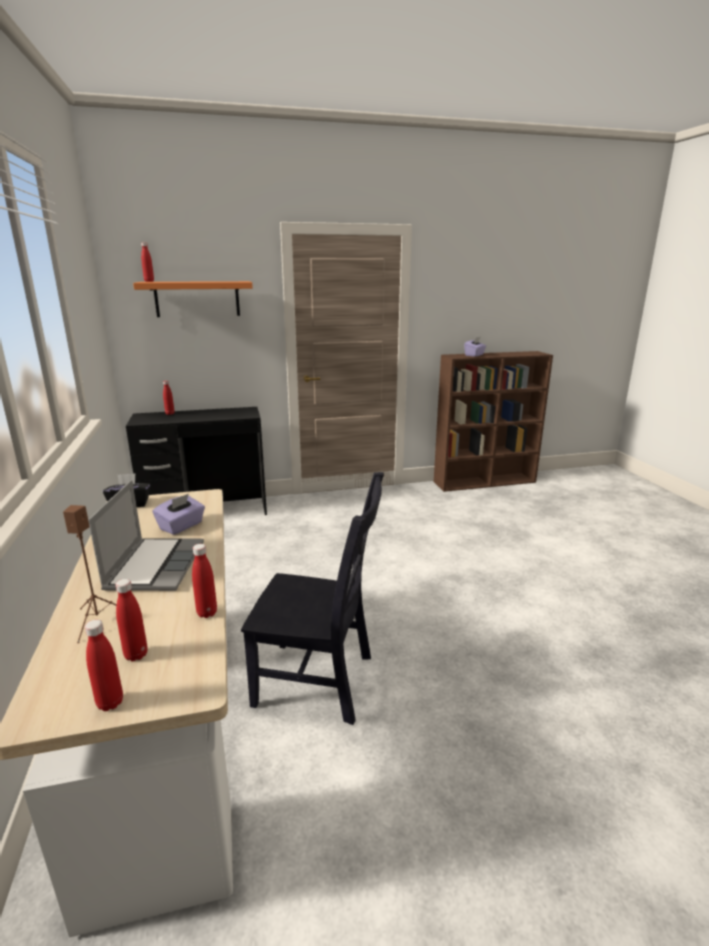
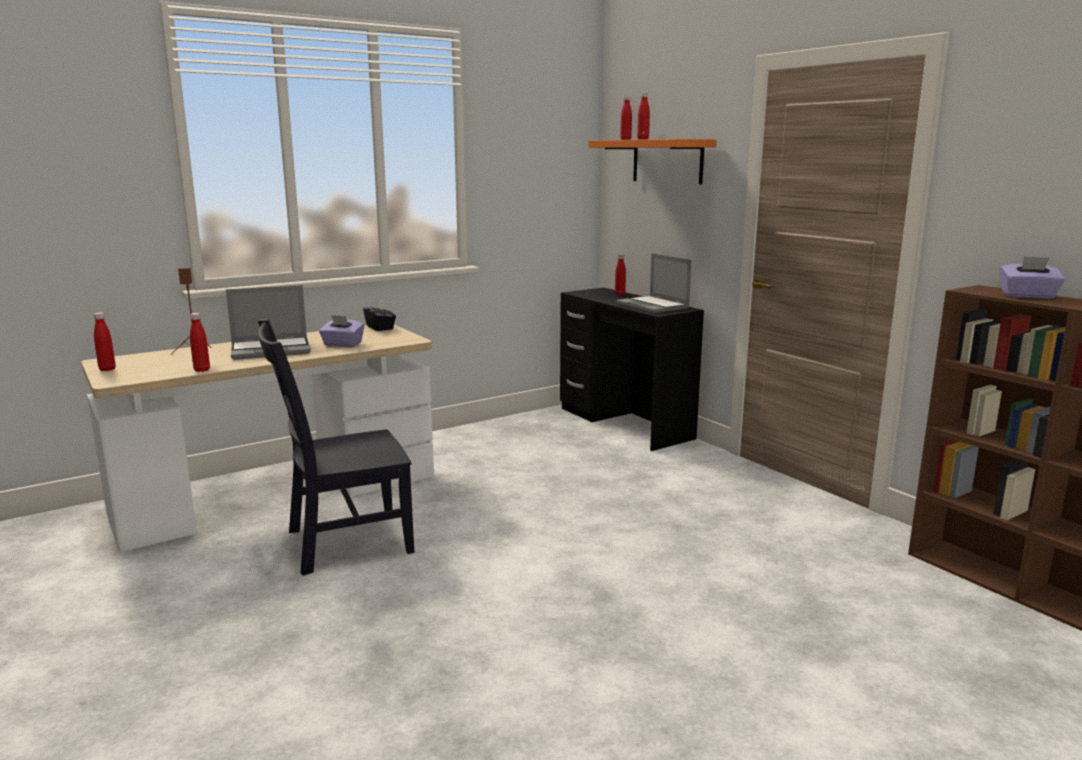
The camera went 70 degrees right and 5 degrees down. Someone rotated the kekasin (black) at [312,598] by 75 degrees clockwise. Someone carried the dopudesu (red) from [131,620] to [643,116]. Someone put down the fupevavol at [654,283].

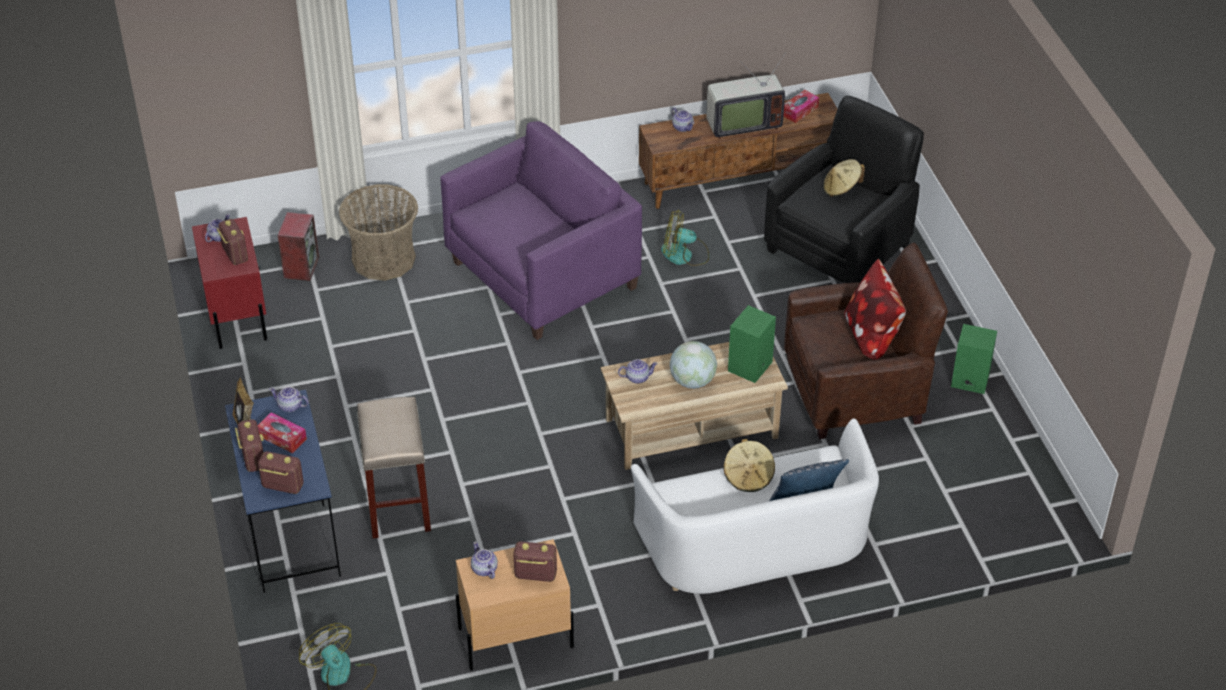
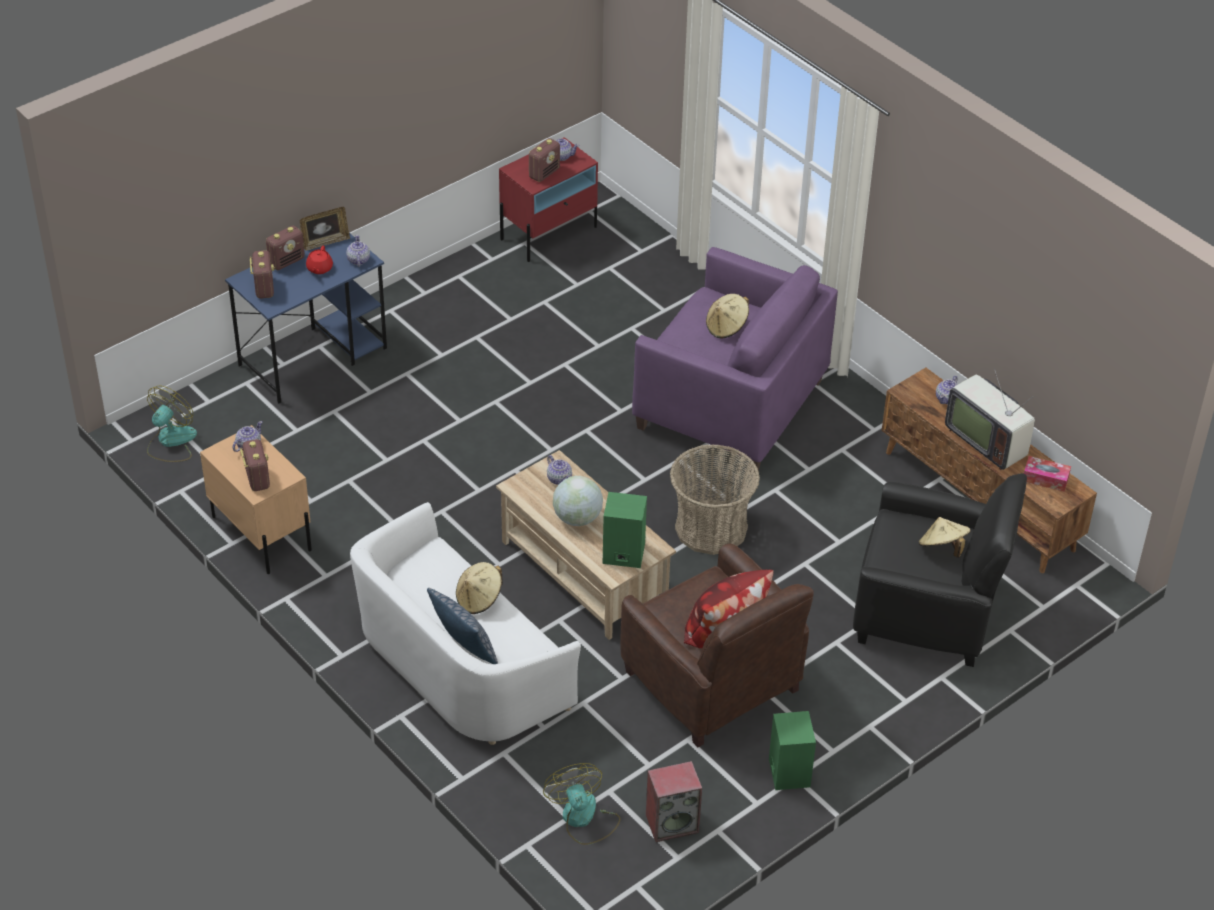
The camera went 65 degrees right and 0 degrees up. Someone carried the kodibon from [378,232] to [715,499]. Someone carried the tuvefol from [685,238] to [582,804]. Someone carried the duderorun from [298,246] to [674,801]. Someone took away the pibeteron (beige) at [394,468]. Someone swapped the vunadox at [282,432] for the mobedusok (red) at [319,260]. Someone put down the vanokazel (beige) at [727,316].

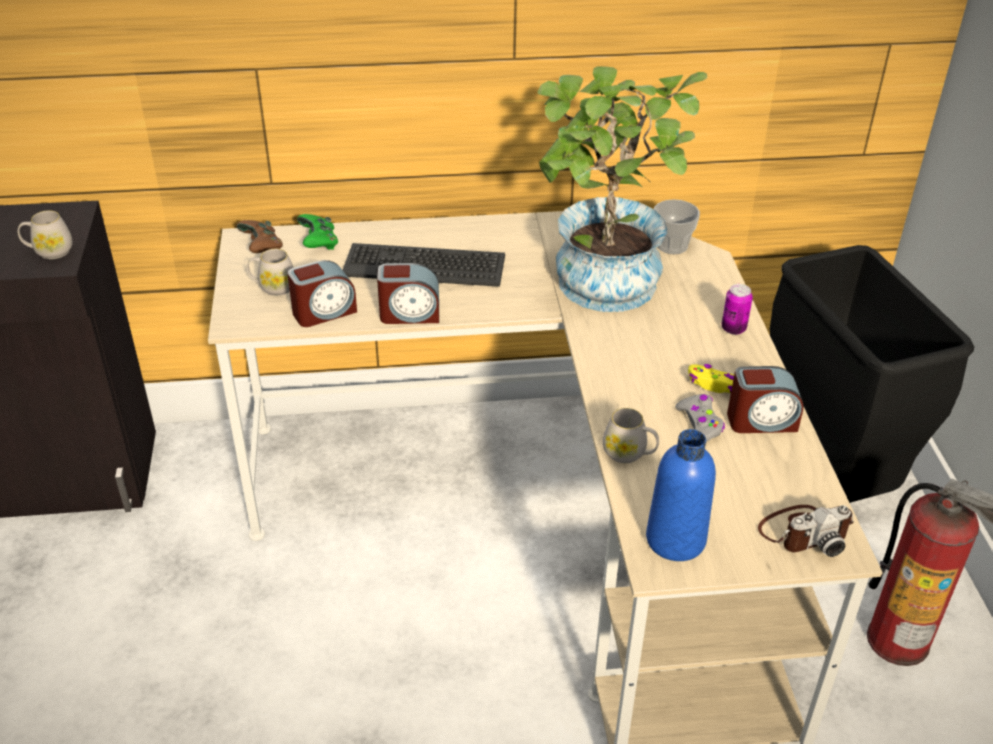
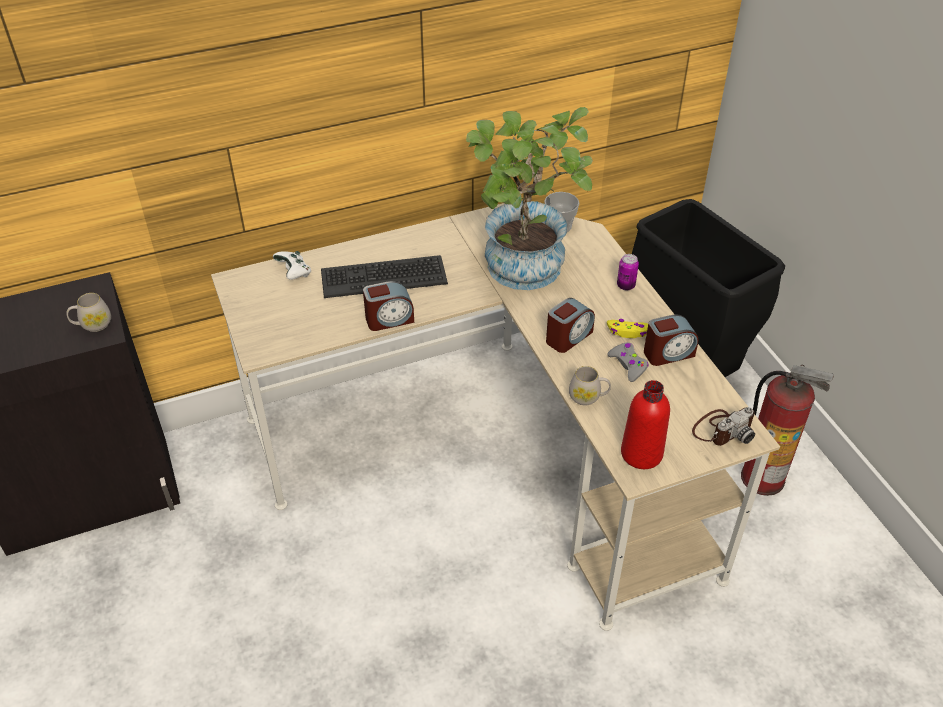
The camera went 15 degrees left and 5 degrees up. Someone repainted the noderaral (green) at [317,232], which became the noderaral (white) at [292,265]. Someone took away the noderaral (brown) at [259,236]. Someone took away the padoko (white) at [270,272]. Someone carried the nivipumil from [322,293] to [570,325]. Someone repainted the dopudesu (blue) at [681,495], which became the dopudesu (red) at [645,424].

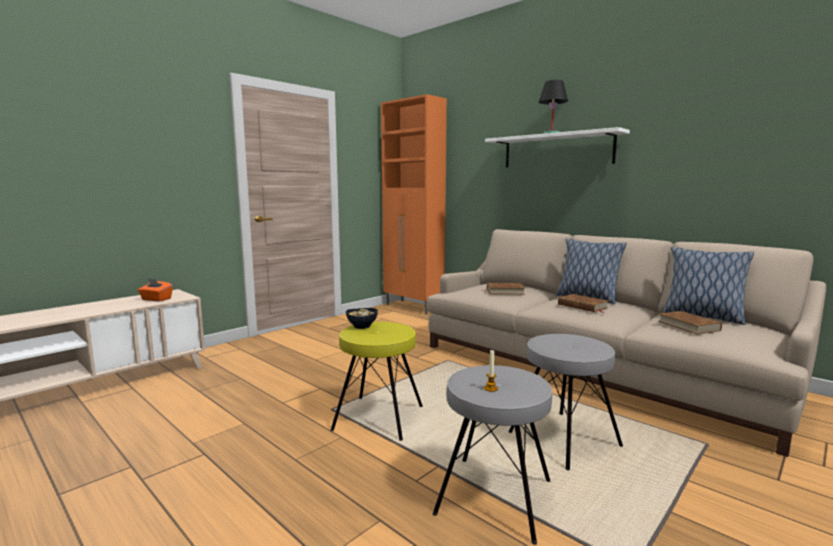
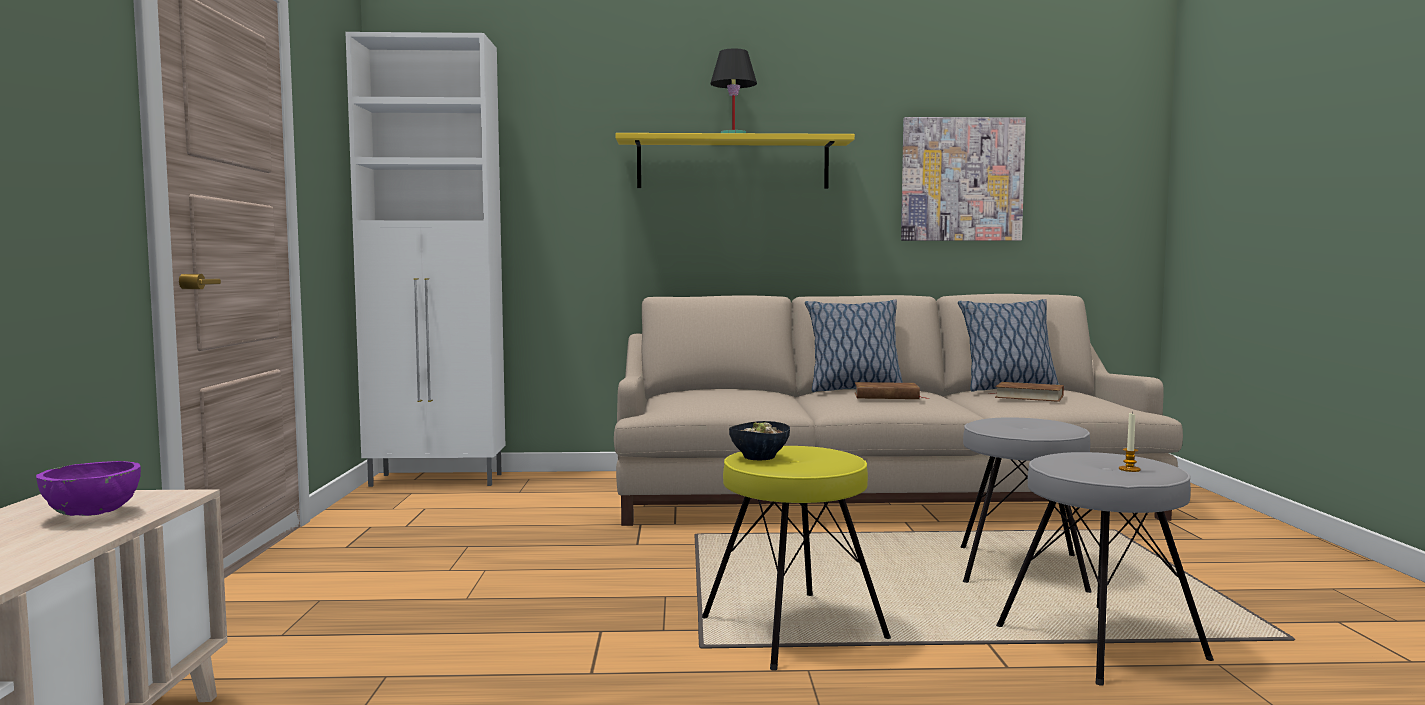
The camera went 45 degrees left and 5 degrees down. Someone repainted the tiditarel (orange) at [414,204], which became the tiditarel (white) at [425,259]. Someone repainted the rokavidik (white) at [557,147], which became the rokavidik (yellow) at [735,161]. Someone swapped the vunadox (orange) at [155,290] for the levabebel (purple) at [88,488]. Someone took away the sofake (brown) at [505,288]. Someone put up the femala at [963,179].

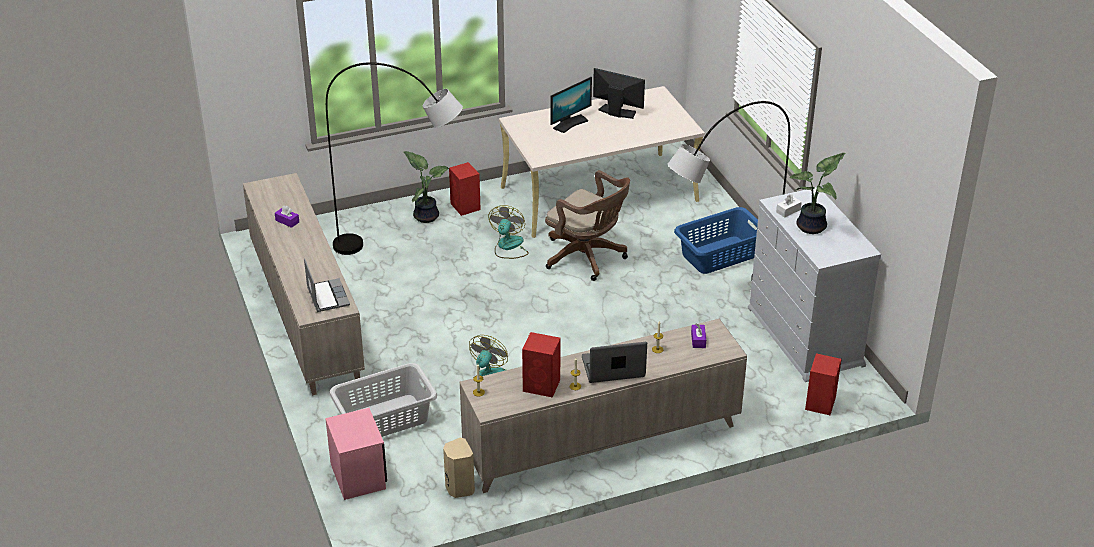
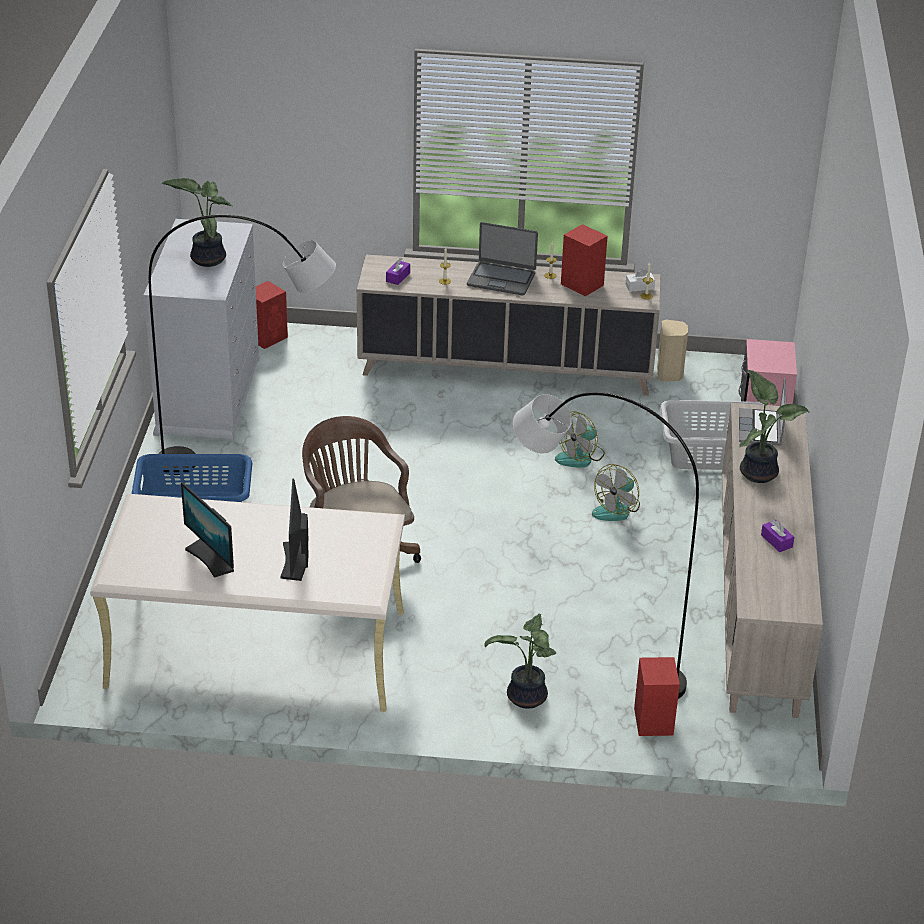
The camera went 155 degrees left and 0 degrees up. Someone rotated the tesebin at [571,105] by 75 degrees counterclockwise. Someone carried the duderorun (red) from [465,189] to [657,696]. Someone carried the vunadox (white) from [789,206] to [640,280]. Someone carried the tuvefol from [508,232] to [616,492]. Someone put down the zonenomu at [774,426].

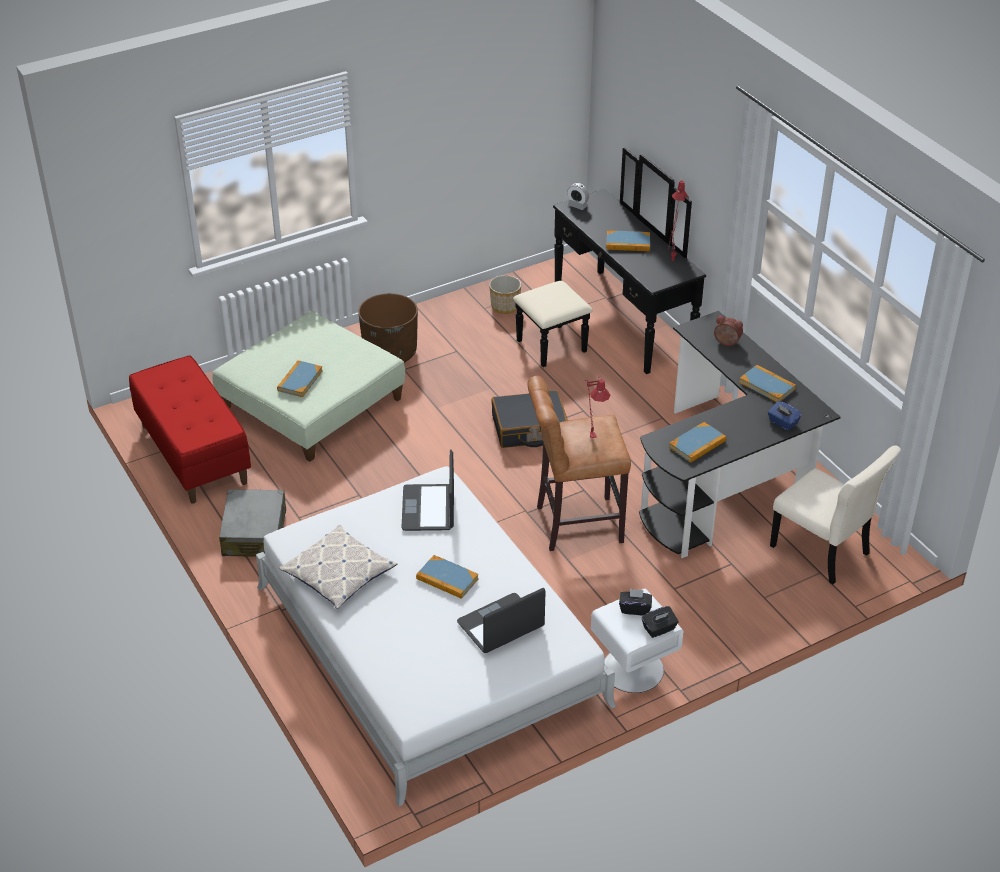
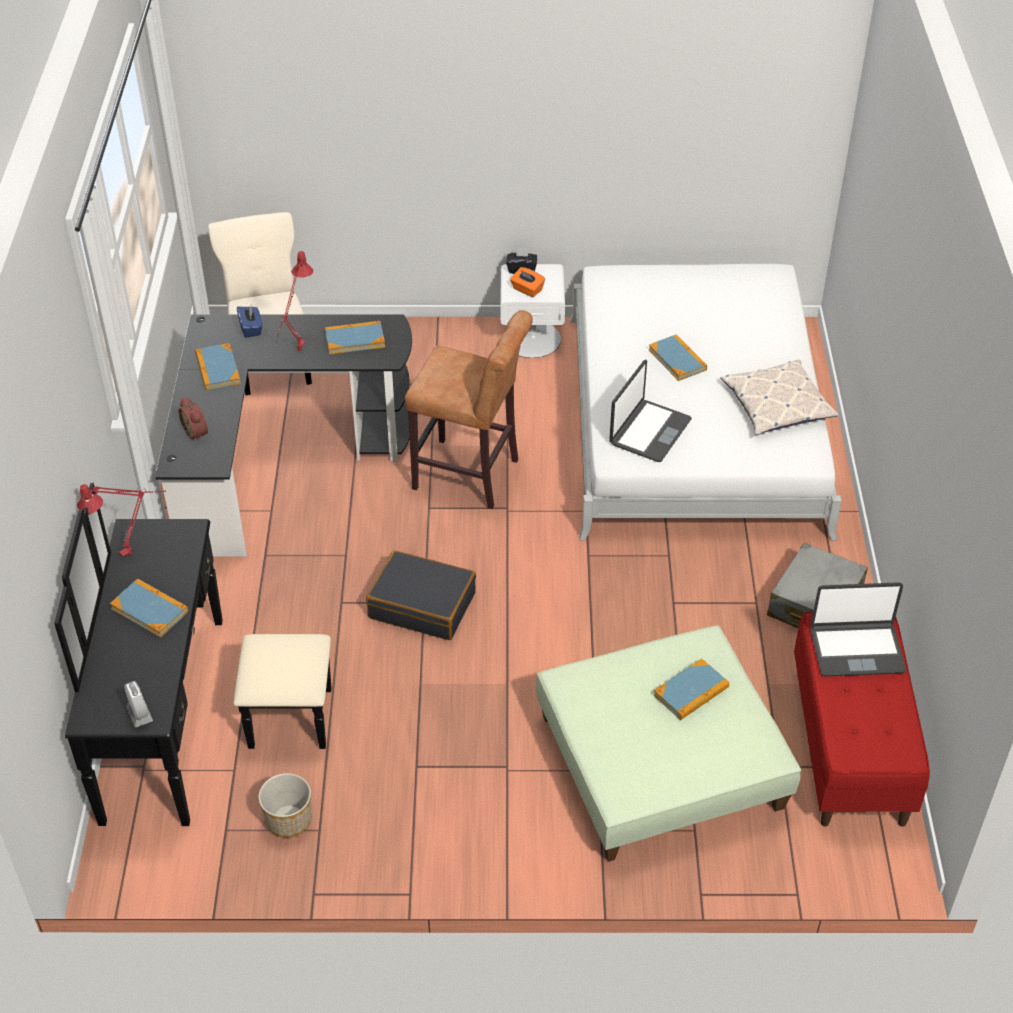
The camera went 150 degrees left and 5 degrees up. Someone took away the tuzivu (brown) at [388,328]. Someone carried the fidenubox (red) from [597,407] to [294,301]. Someone carried the fupevavol from [501,620] to [858,629]. Someone repainted the vunadox (black) at [635,602], which became the vunadox (orange) at [527,282].

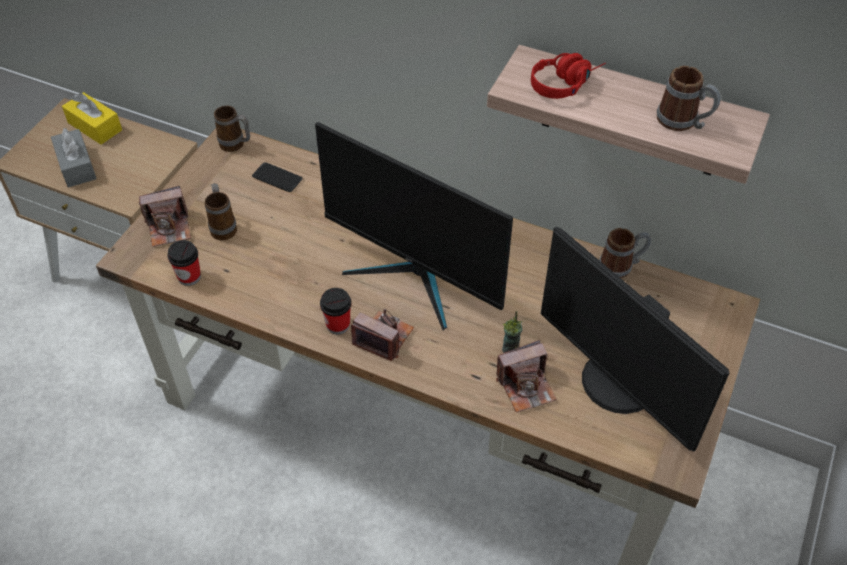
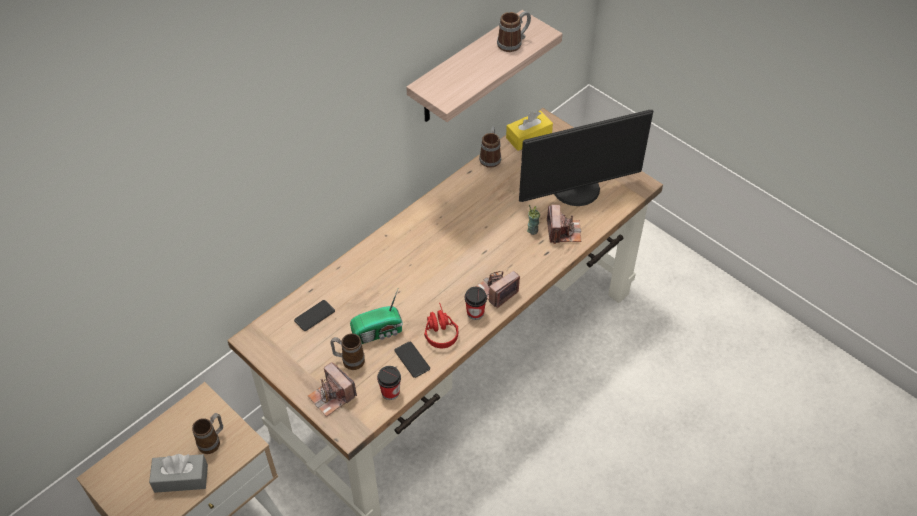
The camera went 70 degrees left and 0 degrees up. Someone carried the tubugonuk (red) from [568,76] to [441,325]. Someone carried the vunadox (yellow) from [92,118] to [529,131]. Someone carried the padoko from [232,129] to [207,433]. Someone took away the tesebin at [414,226]. Someone rotated the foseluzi at [165,216] by 135 degrees clockwise. Someone put down the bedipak at [376,316]. Someone put down the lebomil at [412,360].

